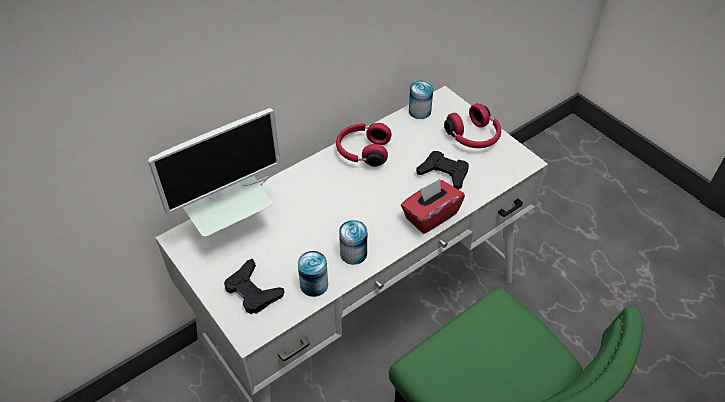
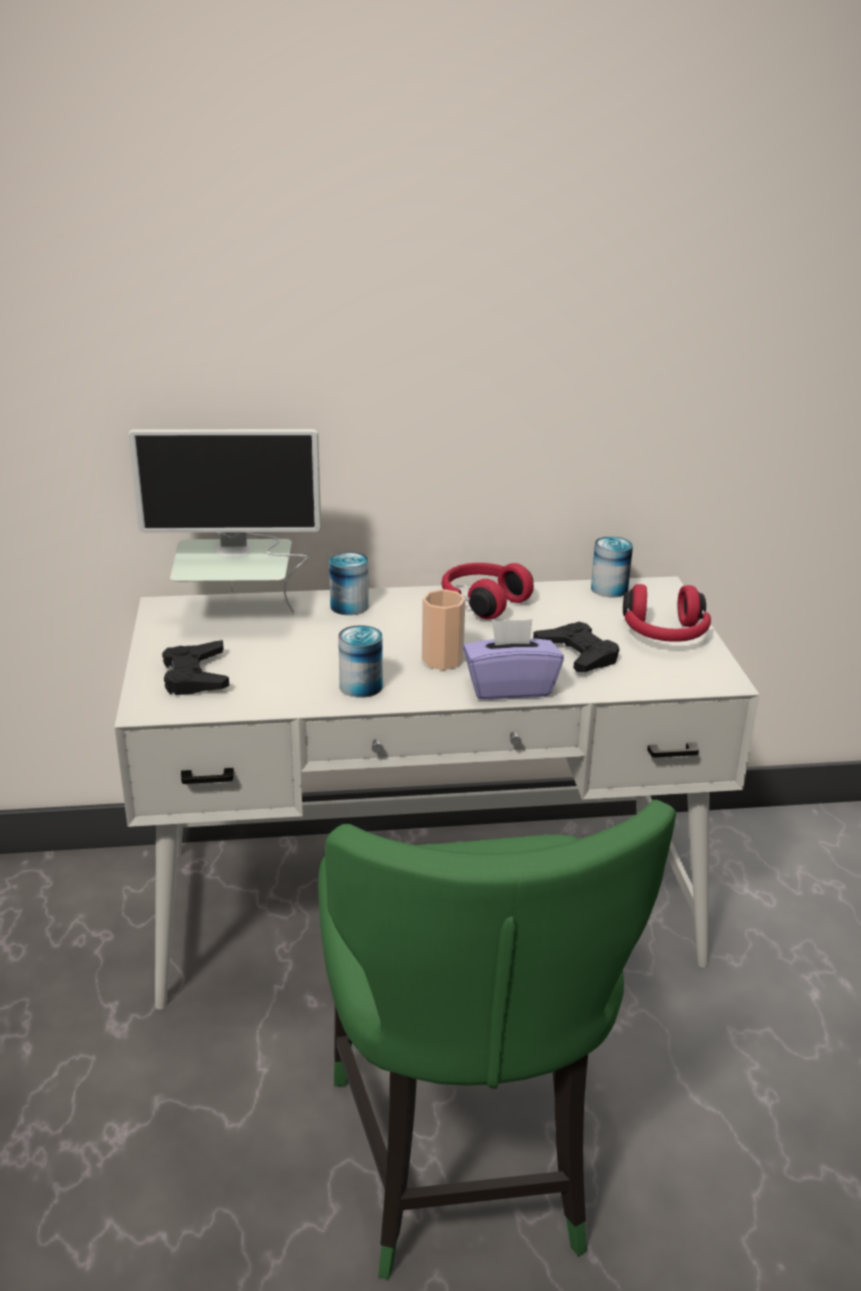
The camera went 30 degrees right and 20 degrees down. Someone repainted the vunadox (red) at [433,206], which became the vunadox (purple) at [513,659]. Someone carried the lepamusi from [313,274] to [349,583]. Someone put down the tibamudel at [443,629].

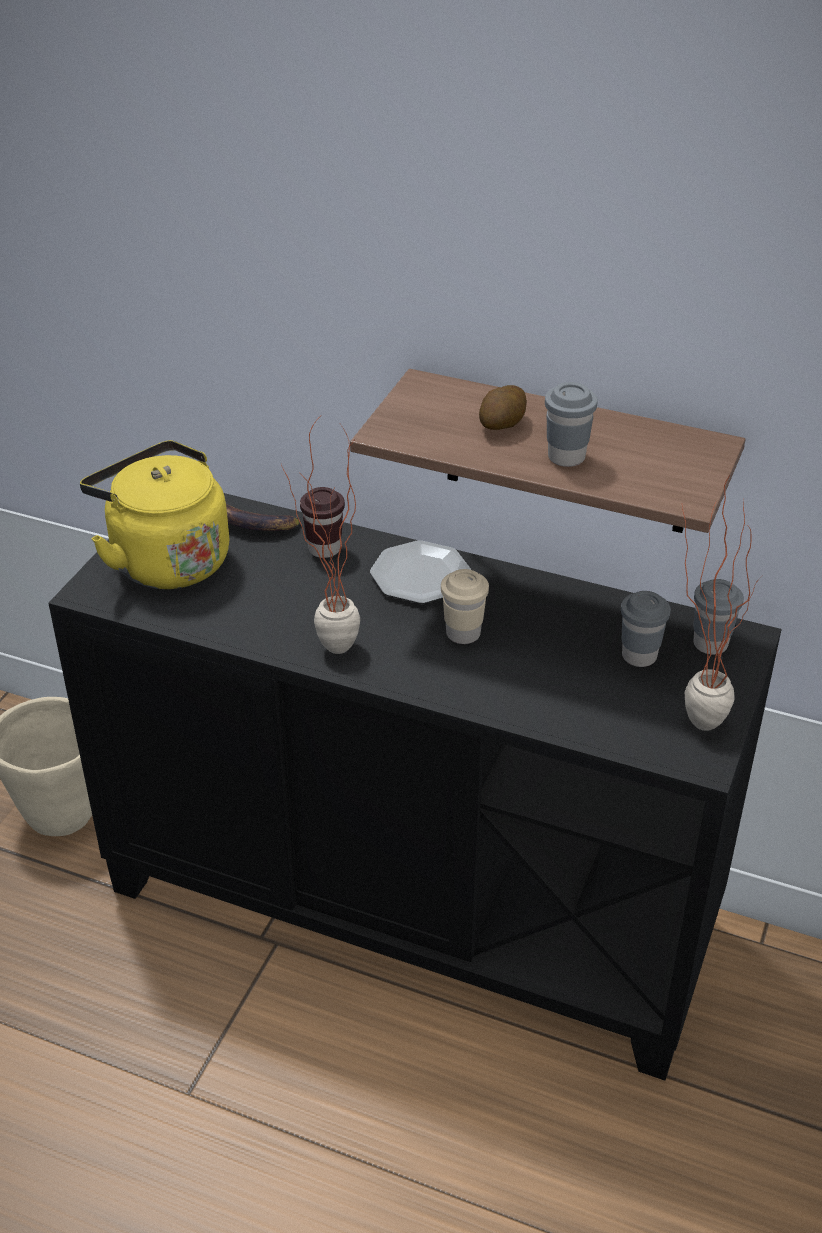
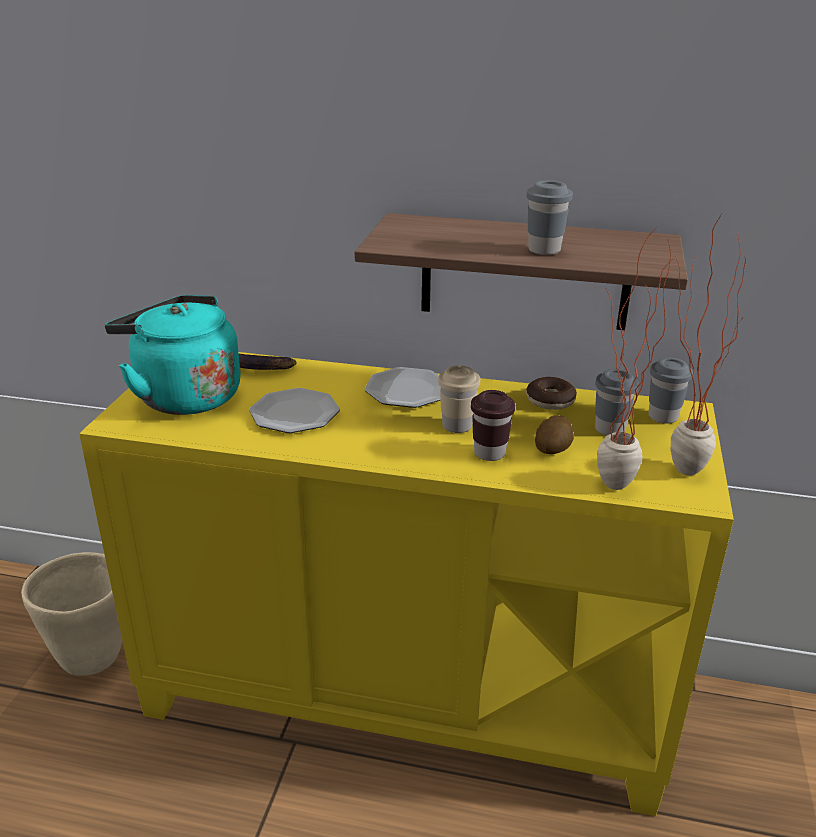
The camera went 10 degrees left and 10 degrees down. Someone carried the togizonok from [503,407] to [554,434]. Someone carried the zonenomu from [320,536] to [636,358]. Someone repainted the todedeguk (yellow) at [154,514], which became the todedeguk (turquoise) at [173,355]. Someone carried the tibamudel (brown) from [322,522] to [493,425]. Someone repainted the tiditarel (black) at [415,787], which became the tiditarel (yellow) at [406,584]. Someone put down the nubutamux at [551,393]. Someone put down the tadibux at [294,410].

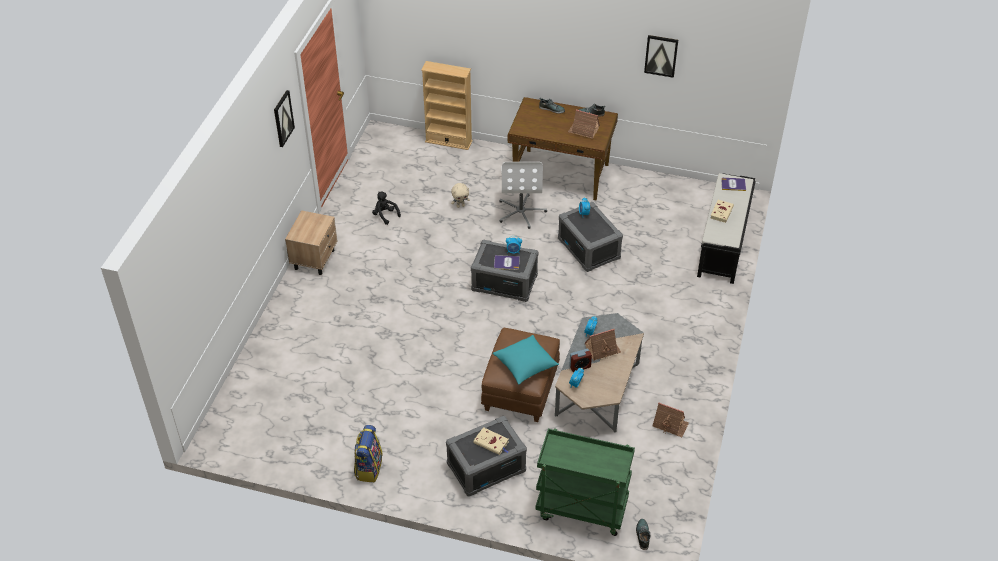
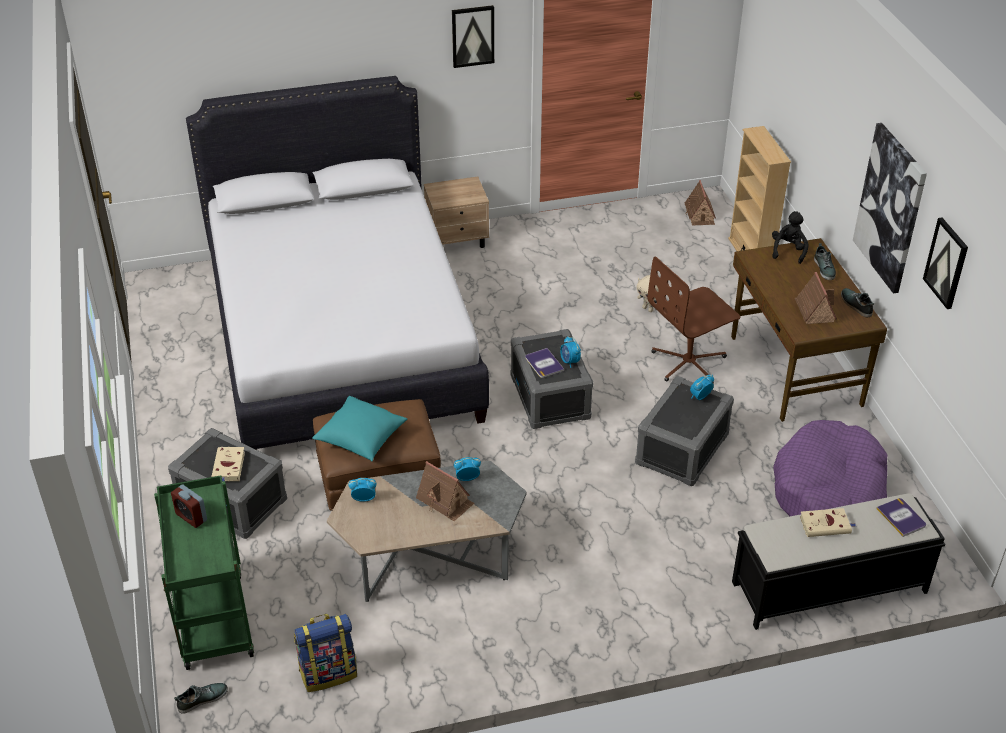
The camera went 60 degrees right and 5 degrees down. Someone repainted the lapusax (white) at [523,195], which became the lapusax (brown) at [694,319]. Someone carried the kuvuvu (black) from [386,208] to [790,237]. Someone carried the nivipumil from [580,360] to [189,506]. Someone carried the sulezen from [670,419] to [700,203]. Someone carried the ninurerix from [368,453] to [325,653]. Someone put down the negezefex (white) at [337,263]. Someone put up the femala at [890,208]. Someone put down the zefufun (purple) at [830,468].

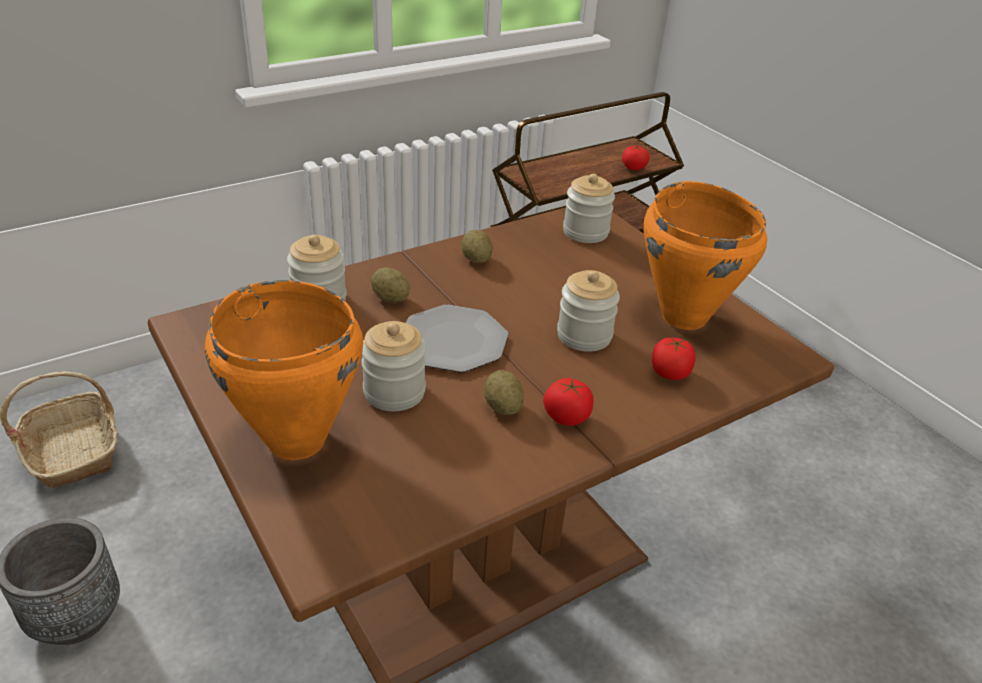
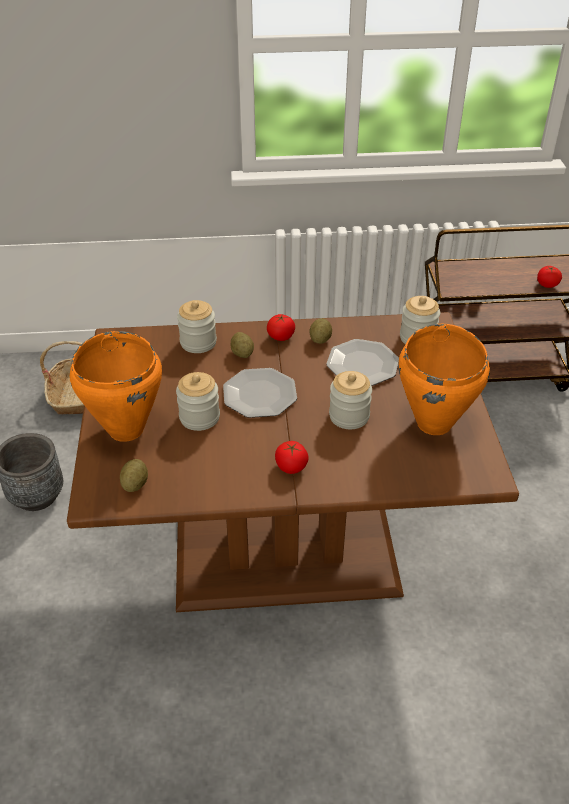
The camera went 30 degrees right and 5 degrees up. Someone carried the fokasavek from [674,358] to [281,327]. Someone carried the togizonok from [504,392] to [134,475]. Someone put down the tadibux at [362,362].

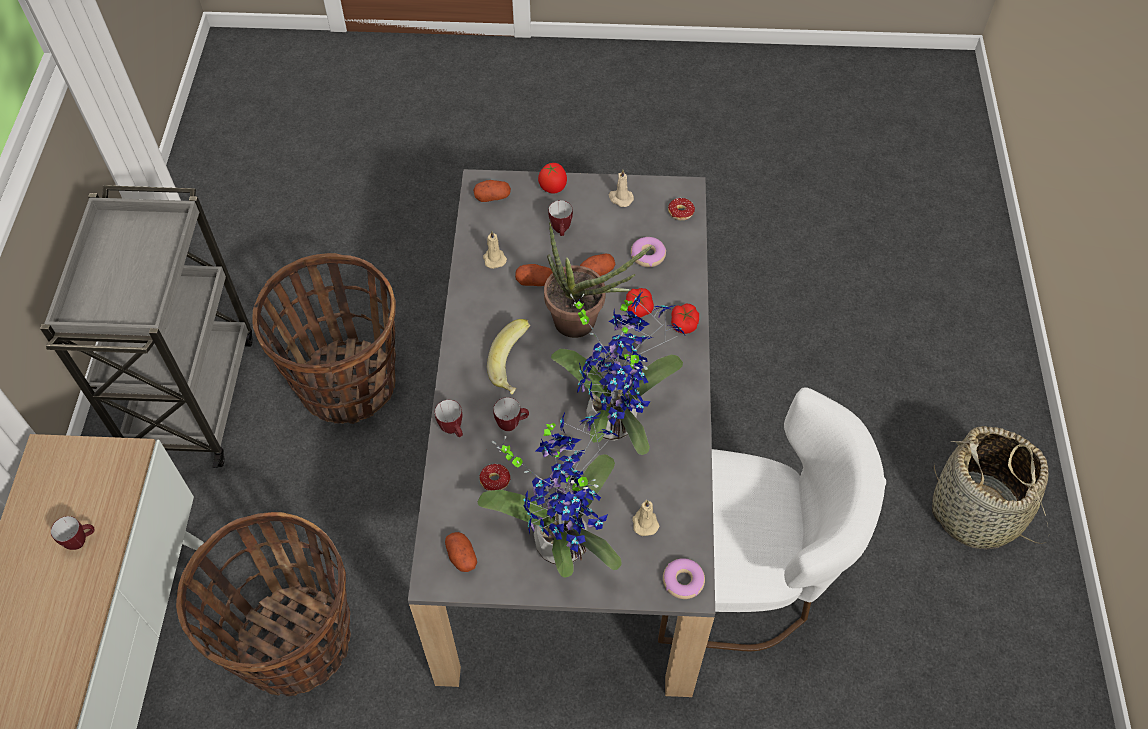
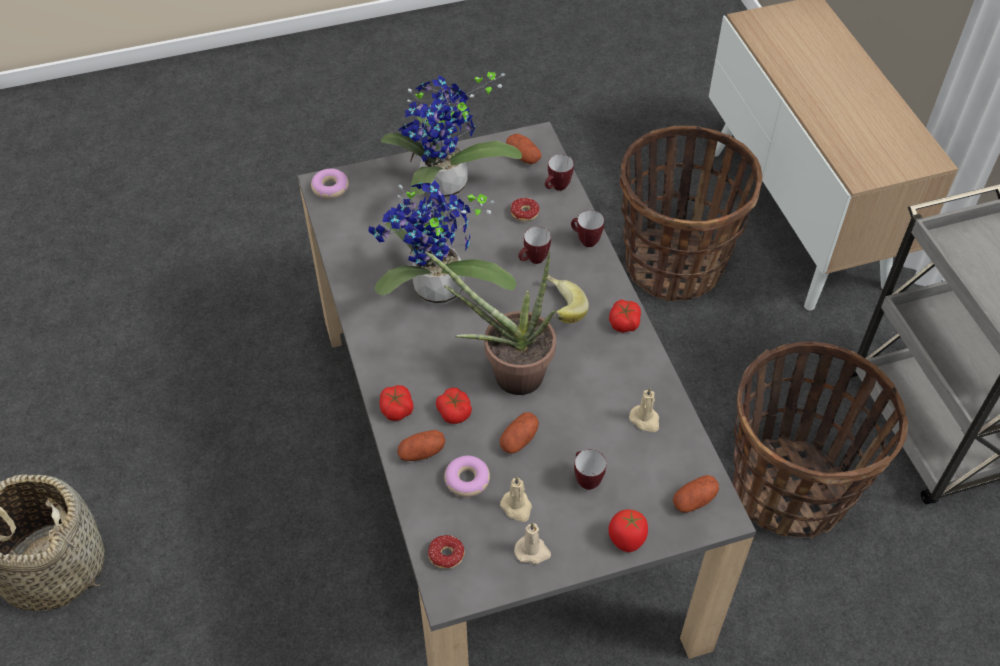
The camera went 160 degrees right and 5 degrees down. Someone carried the togizonok from [534,275] to [421,445]. Someone took away the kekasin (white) at [772,519]. Someone carried the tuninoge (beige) from [645,518] to [516,499]. Someone carried the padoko from [73,533] to [559,172]. Someone put down the fokasavek at [625,316].

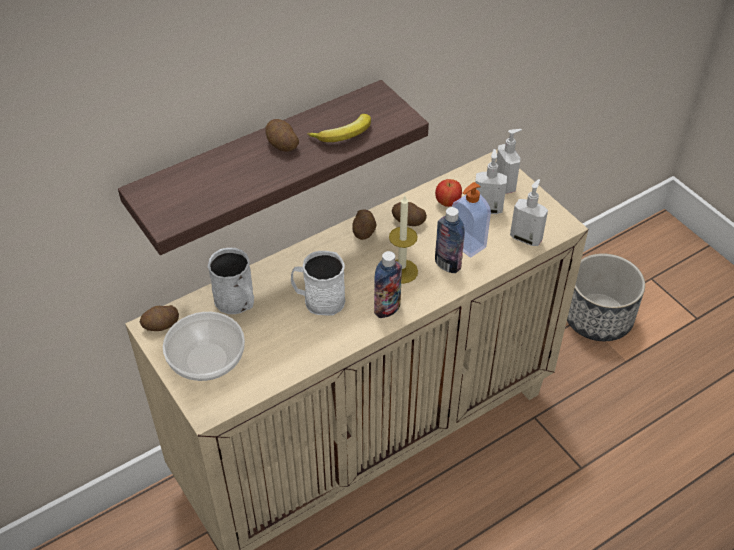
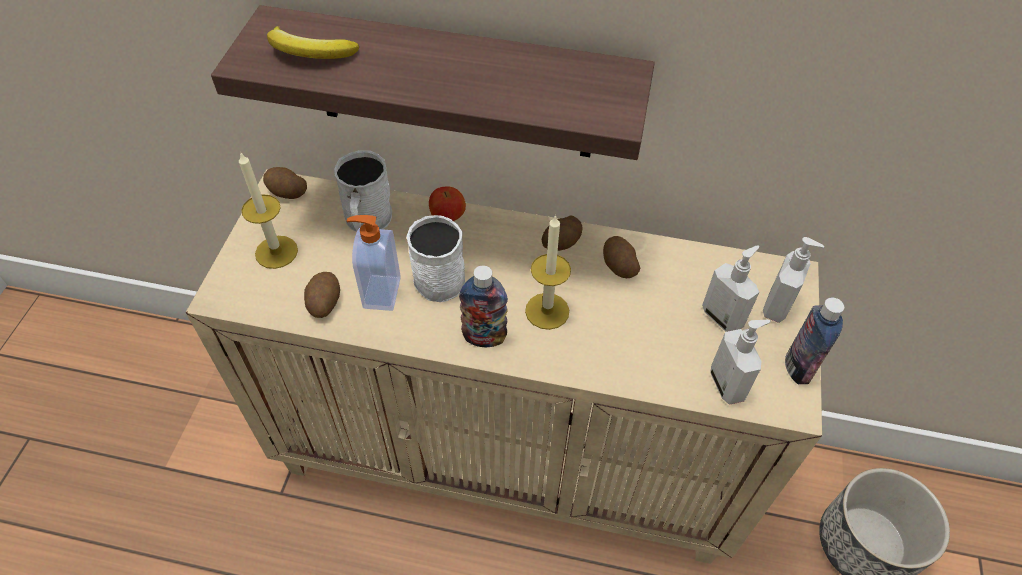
The camera went 45 degrees right and 5 degrees up. Someone carried the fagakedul from [339,128] to [313,42]. Someone carried the togizonok from [282,135] to [322,295]. Someone carried the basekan from [448,193] to [447,204]. Someone carried the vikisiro from [471,219] to [373,263]. Someone carried the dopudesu from [450,240] to [814,341]. Someone swapped the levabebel at [204,346] for the tuninoge at [268,210].

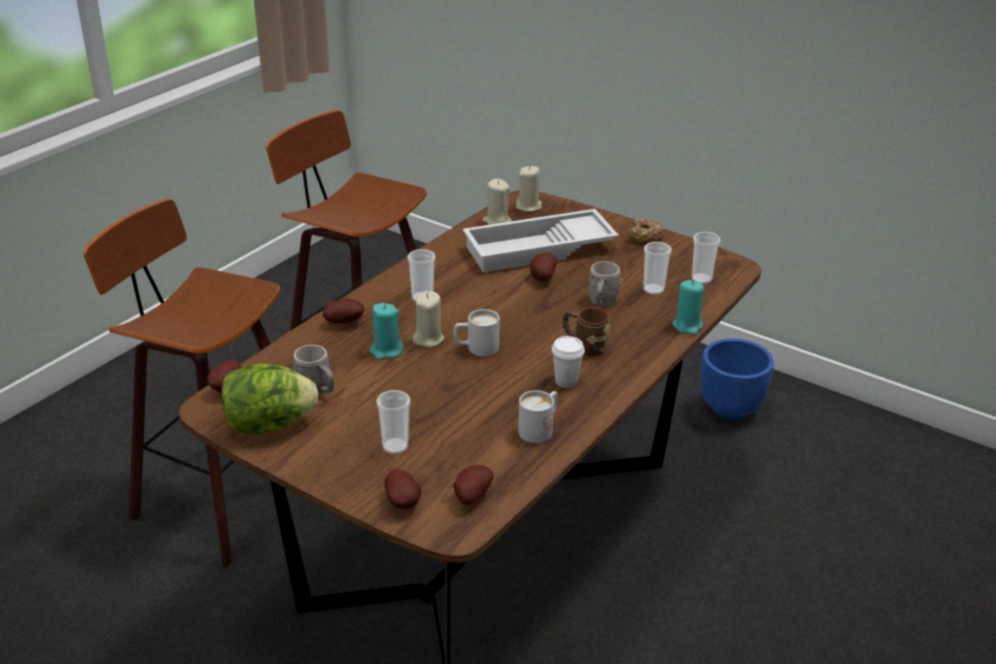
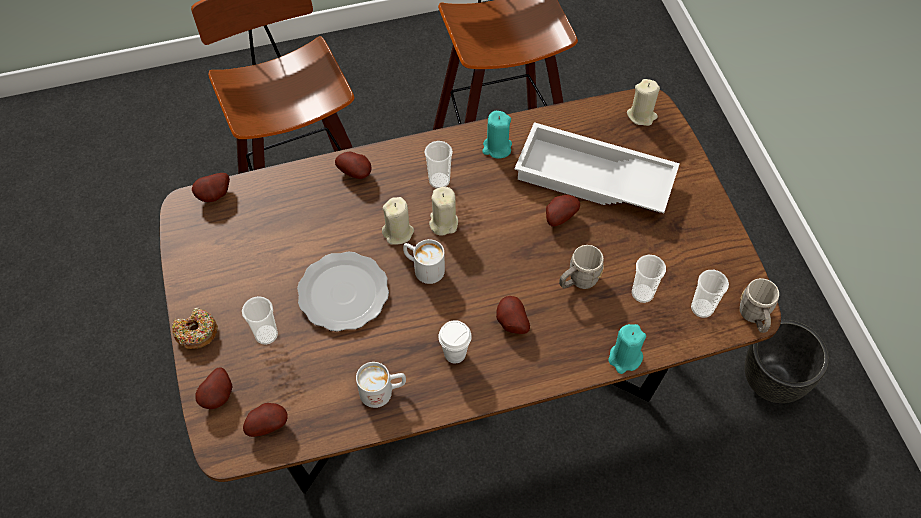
The camera went 40 degrees right and 25 degrees up. Someone carried the tuninoge (beige) from [497,202] to [443,211]. Someone carried the nubutamux from [646,231] to [195,328]. Someone carried the tuninoge (turquoise) from [387,331] to [497,134]. Someone swapped the padoko (brown) at [586,332] for the togizonok at [513,315]. Someone repainted the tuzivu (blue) at [737,379], which became the tuzivu (black) at [786,361]. Someone carried the padoko (grey) from [313,370] to [759,305]. Someone took away the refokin at [270,399]. Someone put down the tadibux at [343,291].

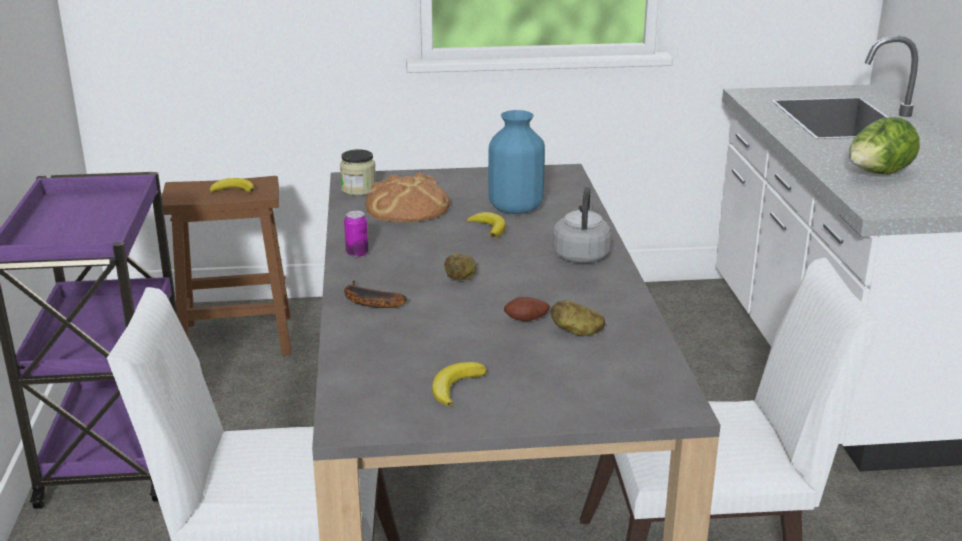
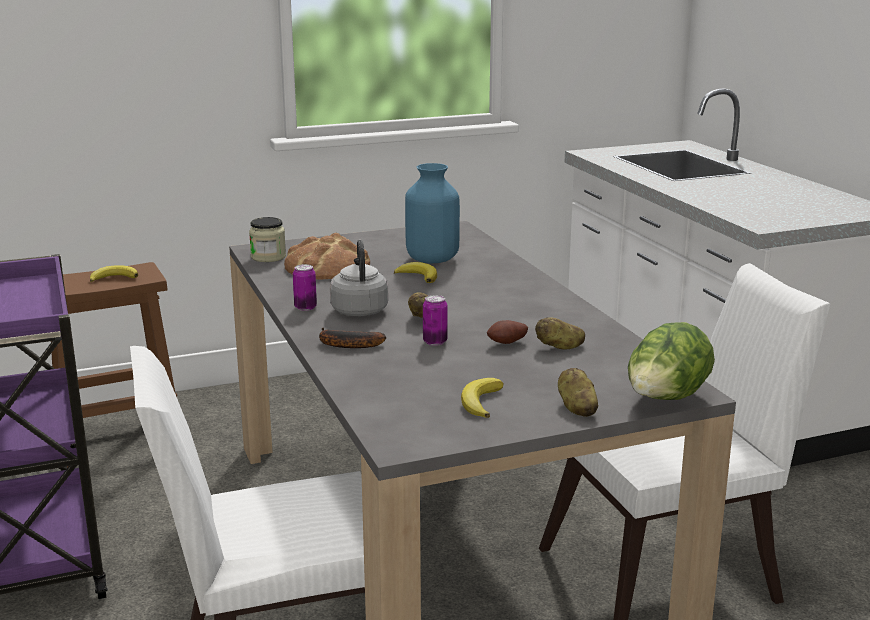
The camera went 15 degrees left and 5 degrees down. Someone carried the refokin from [884,145] to [671,361]. Someone carried the todedeguk (grey) from [582,225] to [359,278]. Someone put down the lepamusi at [435,320]. Someone put down the togizonok at [578,392].

